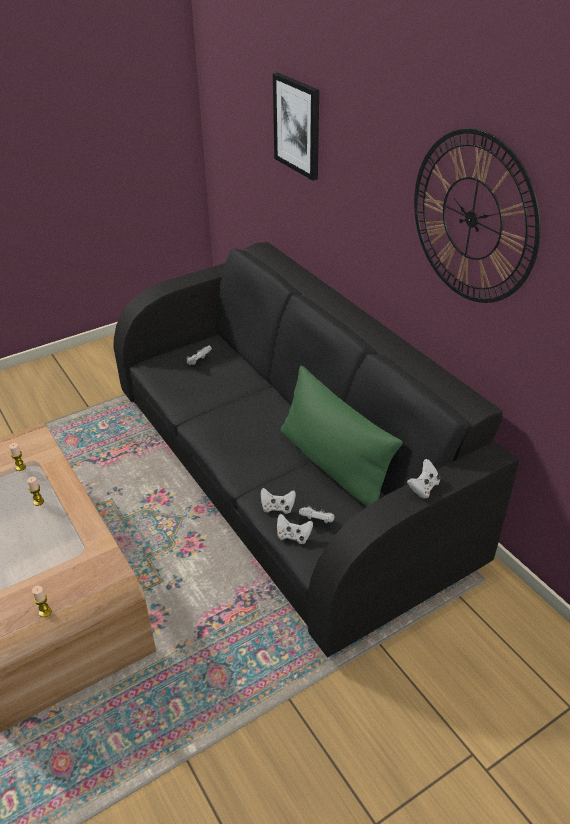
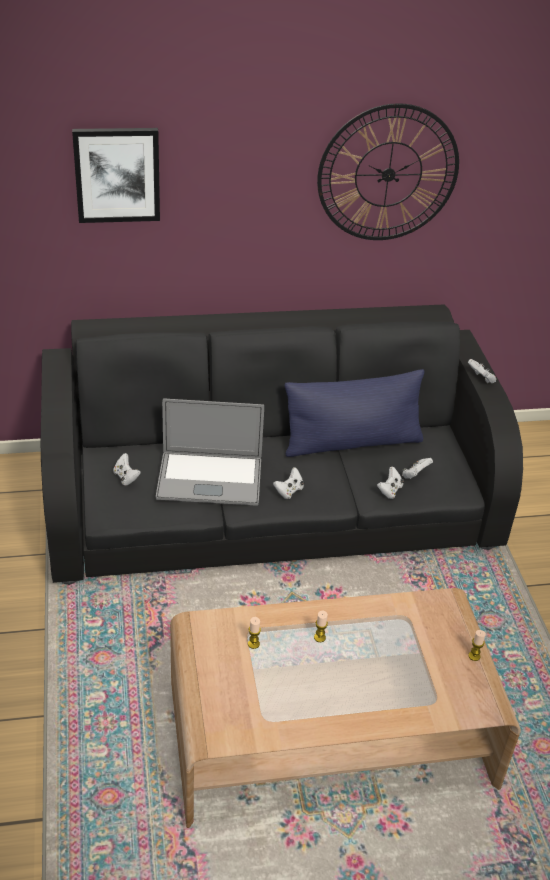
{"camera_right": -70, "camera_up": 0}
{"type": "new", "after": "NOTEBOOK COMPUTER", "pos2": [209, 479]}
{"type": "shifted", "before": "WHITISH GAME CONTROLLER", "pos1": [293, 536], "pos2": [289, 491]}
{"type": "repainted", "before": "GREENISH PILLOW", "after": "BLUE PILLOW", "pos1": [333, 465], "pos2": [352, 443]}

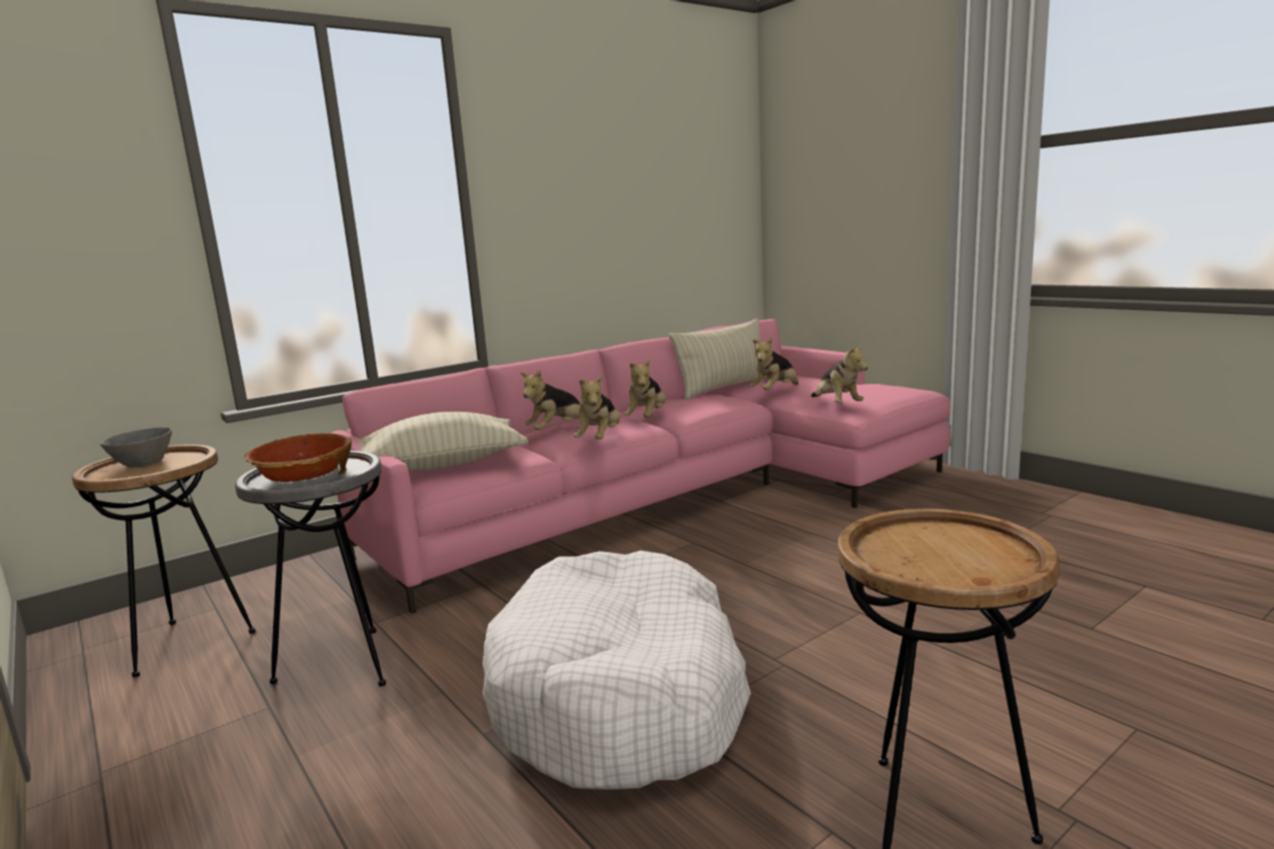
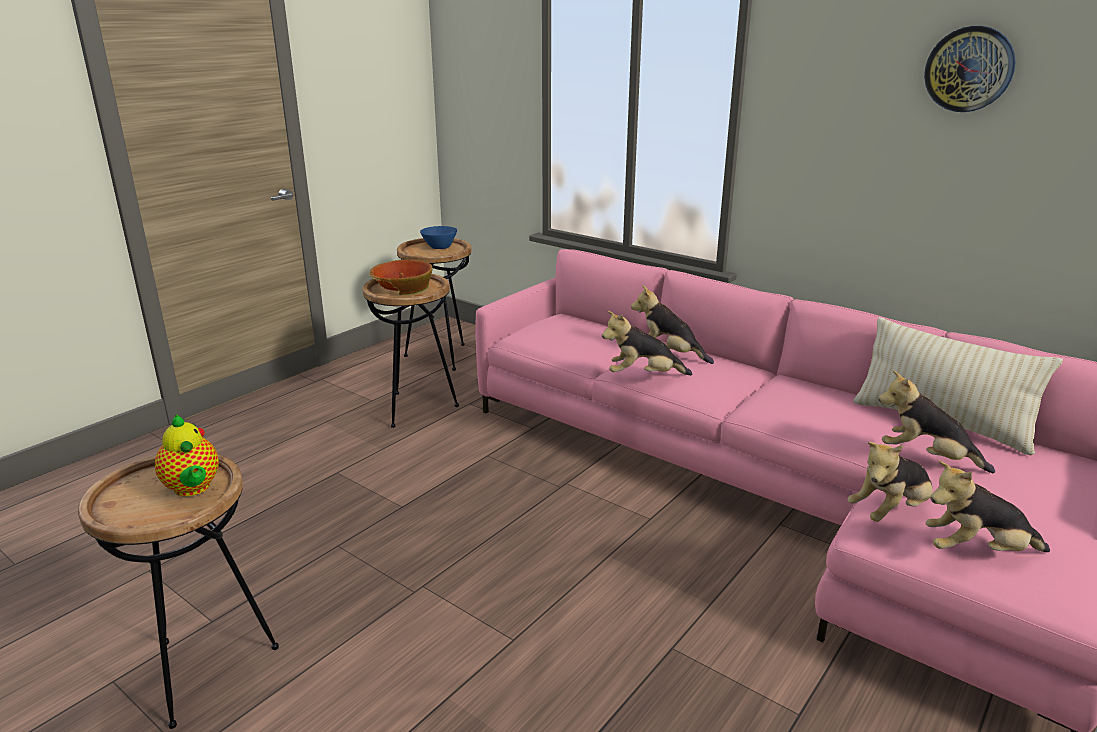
{"camera_right": 75, "camera_up": 10}
{"type": "new", "after": "POT FOR TEA", "pos2": [193, 489]}
{"type": "repainted", "before": "GRAY ACCENT TABLE", "after": "BROWN-COLOURED ACCENT TABLE", "pos1": [344, 665], "pos2": [415, 408]}
{"type": "repainted", "before": "GRAY SERVING BOWL", "after": "BLUE SERVING BOWL", "pos1": [142, 463], "pos2": [440, 247]}
{"type": "new", "after": "CLOCK ON THE WALL", "pos2": [969, 69]}
{"type": "shifted", "before": "SOFT TOY", "pos1": [647, 418], "pos2": [976, 551]}
{"type": "gone", "before": "BEIGE PILLOW", "pos1": [441, 465]}
{"type": "gone", "before": "WHITISH PET BED", "pos1": [621, 696]}

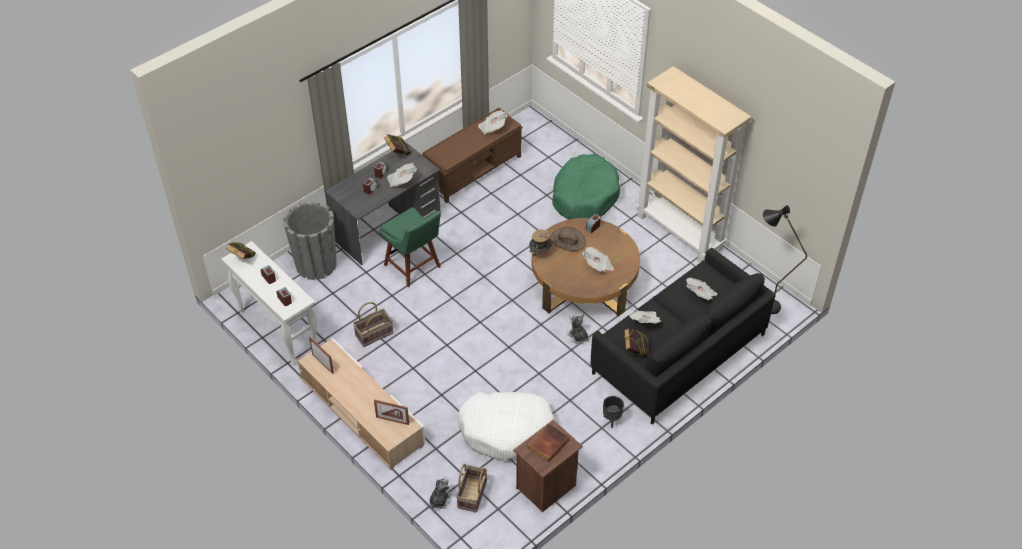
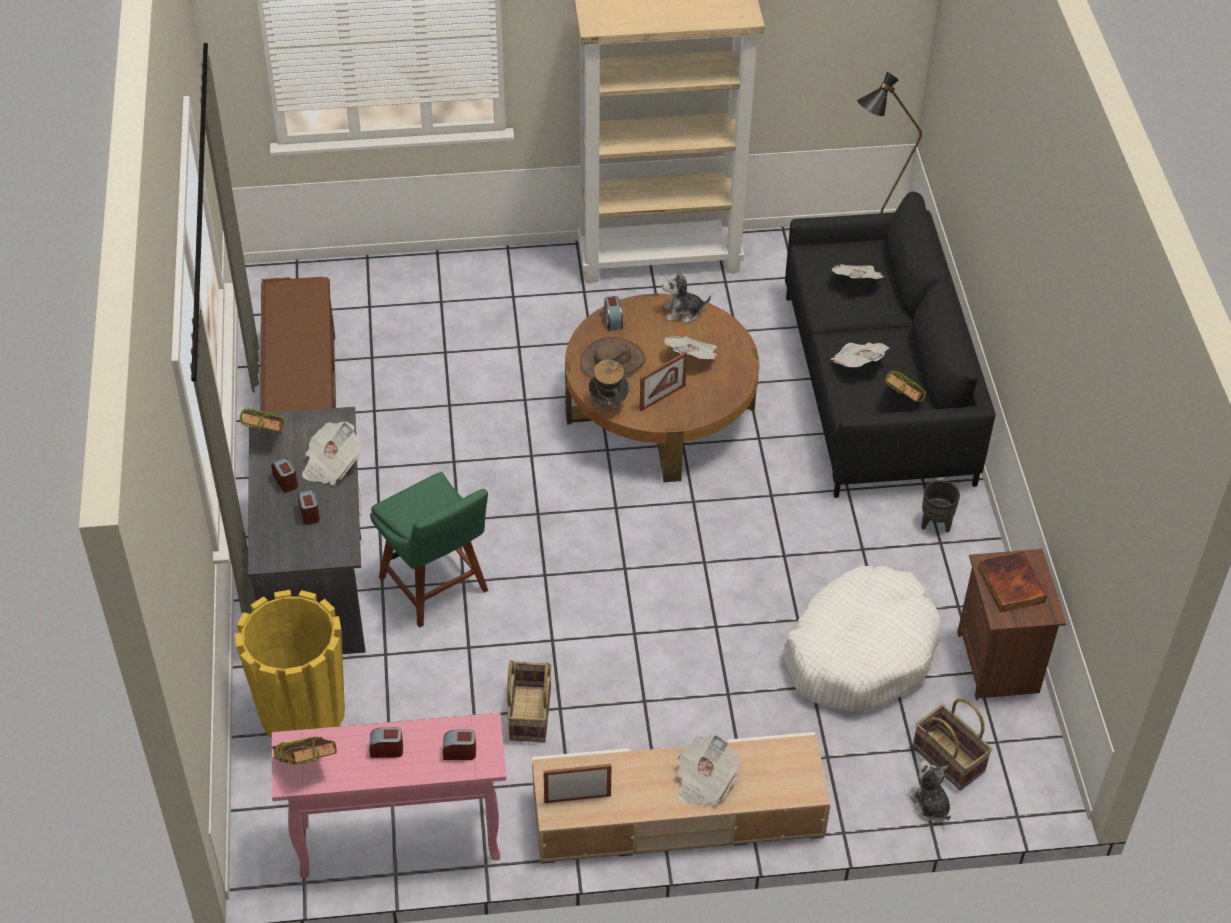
{"camera_right": -55, "camera_up": 0}
{"type": "repainted", "before": "GRAY PLANTER", "after": "YELLOW-COLOURED PLANTER", "pos1": [316, 264], "pos2": [302, 713]}
{"type": "repainted", "before": "WHITISH HALL TABLE", "after": "PINKISH HALL TABLE", "pos1": [277, 329], "pos2": [397, 842]}
{"type": "rotated", "before": "GREENISH PLAIN CHAIR", "pos1": [414, 267], "pos2": [436, 587], "turn": 60}
{"type": "shifted", "before": "PICTURE FRAME", "pos1": [392, 420], "pos2": [662, 397]}
{"type": "shifted", "before": "SOFT TOY", "pos1": [577, 337], "pos2": [683, 312]}
{"type": "shifted", "before": "NEWSPAPER", "pos1": [492, 128], "pos2": [704, 781]}
{"type": "gone", "before": "GREENISH PET BED", "pos1": [584, 195]}

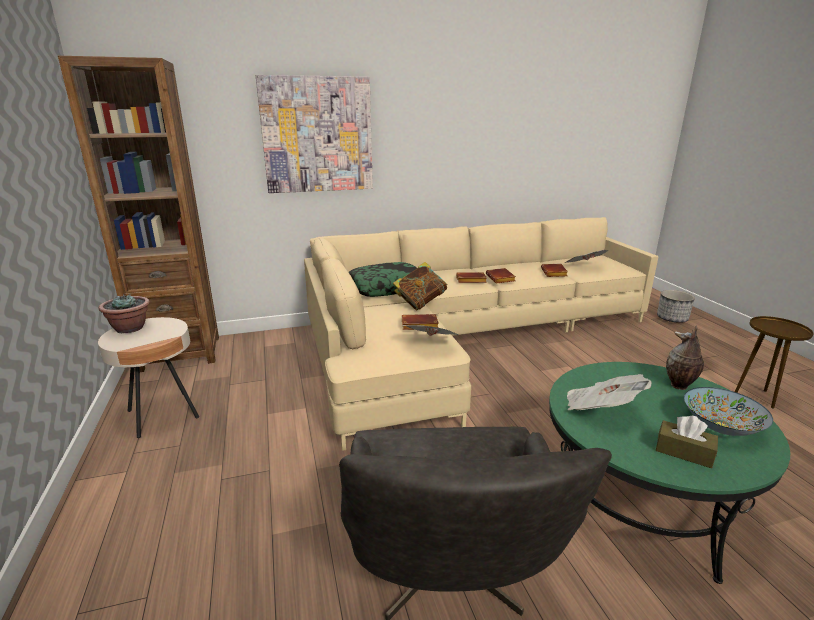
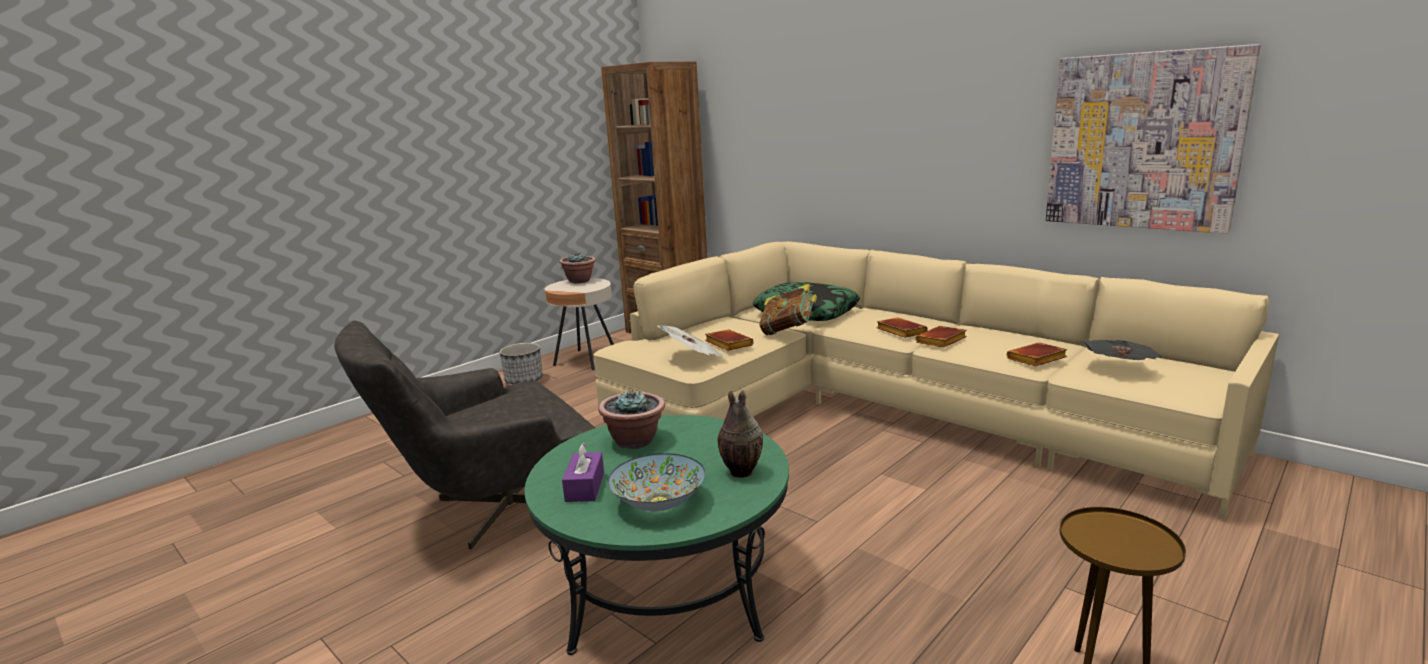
{"camera_right": 60, "camera_up": -5}
{"type": "shifted", "before": "PLANTER", "pos1": [672, 318], "pos2": [524, 380]}
{"type": "repainted", "before": "BROWN-COLOURED TISSUE HOLDER", "after": "PURPLISH TISSUE HOLDER", "pos1": [684, 452], "pos2": [585, 487]}
{"type": "swapped", "before": "NEWSPAPER", "after": "HOUSEPLANT", "pos1": [600, 409], "pos2": [634, 441]}
{"type": "shifted", "before": "WALL PICTURE", "pos1": [317, 135], "pos2": [1143, 141]}

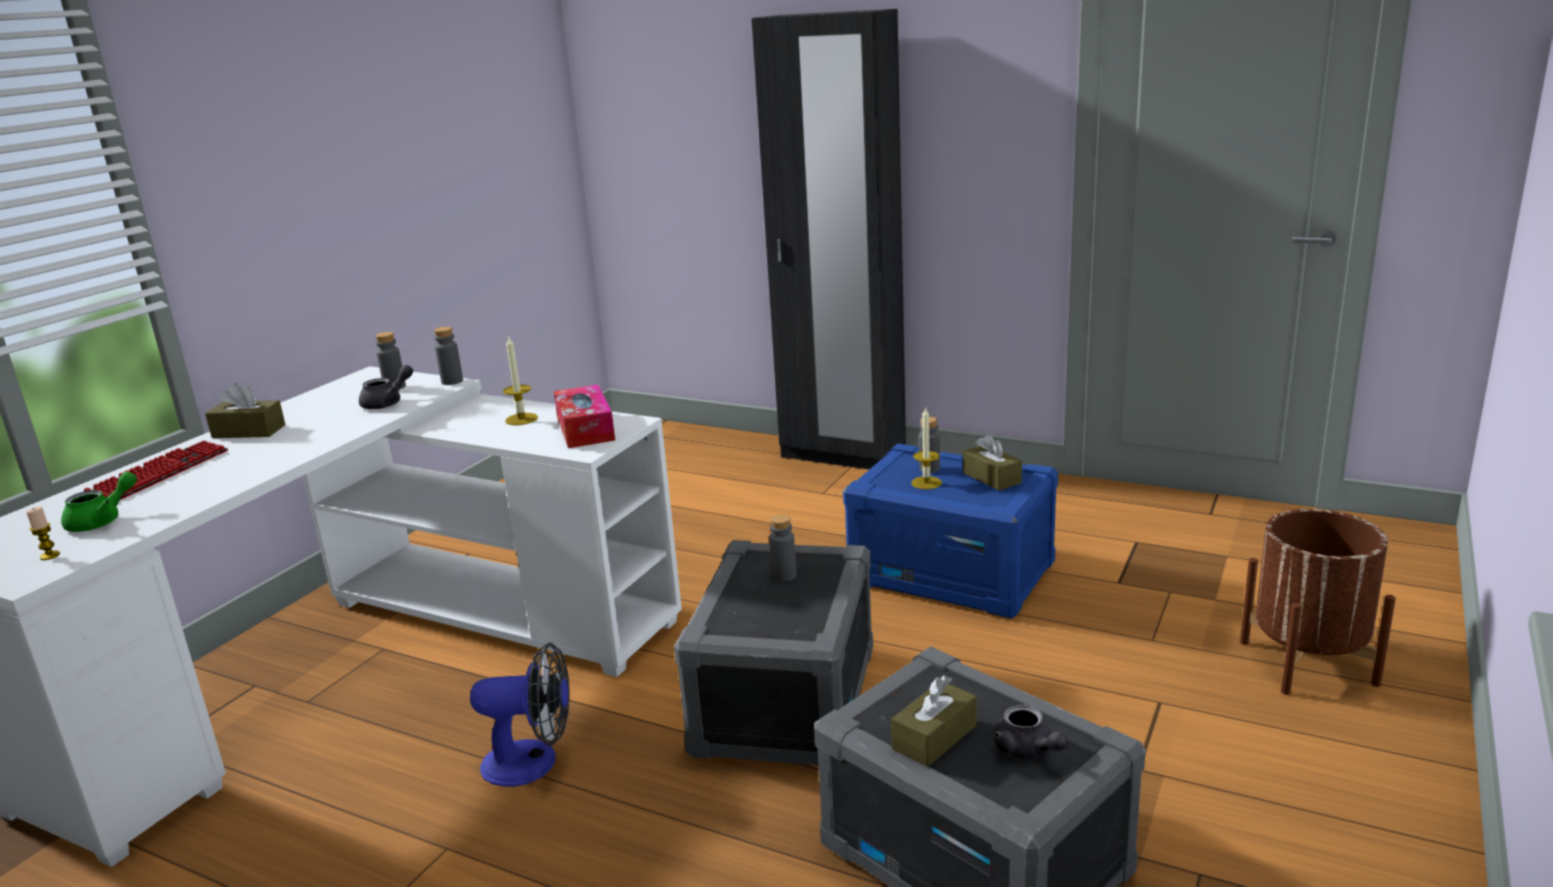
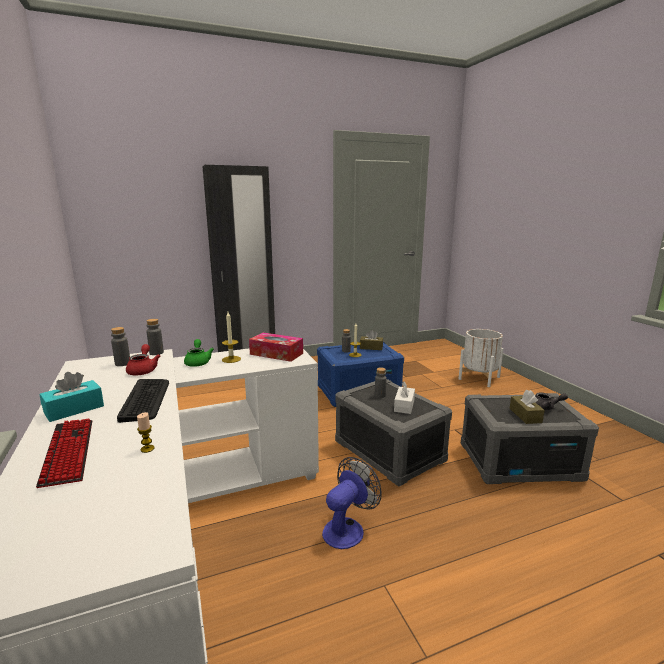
{"camera_right": -50, "camera_up": -5}
{"type": "repainted", "before": "BROWN-COLOURED TISSUE HOLDER", "after": "BLUE-GREEN TISSUE HOLDER", "pos1": [249, 431], "pos2": [74, 409]}
{"type": "new", "after": "PC KEYBOARD", "pos2": [146, 399]}
{"type": "repainted", "before": "GRAY POT FOR TEA", "after": "REDDISH POT FOR TEA", "pos1": [388, 403], "pos2": [143, 370]}
{"type": "shifted", "before": "WAX LIGHT", "pos1": [50, 556], "pos2": [147, 449]}
{"type": "shifted", "before": "GREENISH POT FOR TEA", "pos1": [102, 521], "pos2": [198, 362]}
{"type": "new", "after": "WHITISH TISSUE HOLDER", "pos2": [404, 406]}
{"type": "repainted", "before": "BROWN-COLOURED PLANTER", "after": "WHITISH PLANTER", "pos1": [1307, 662], "pos2": [479, 378]}

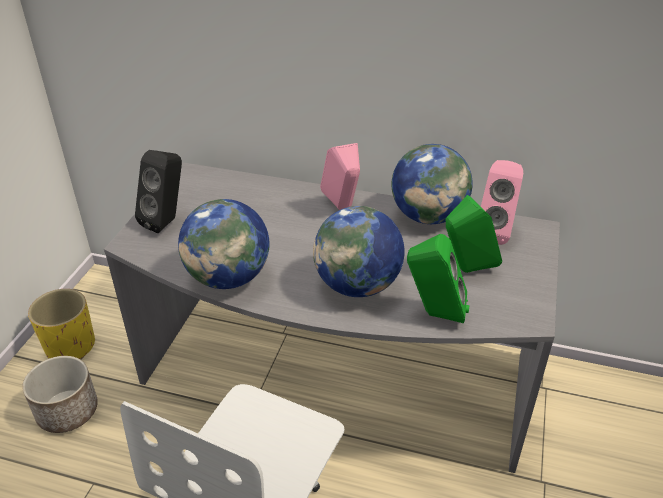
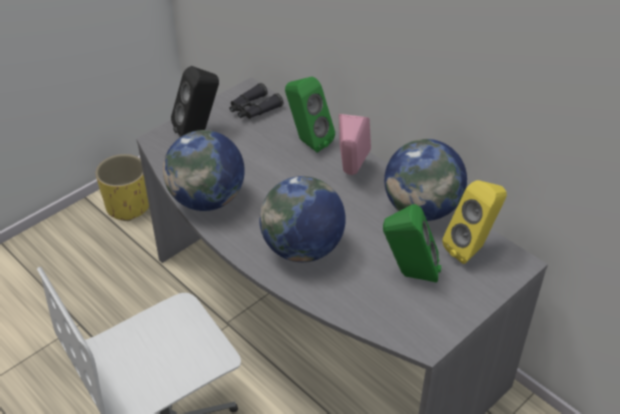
{"camera_right": 30, "camera_up": 5}
{"type": "new", "after": "BLACK-COLOURED BINOCULARS", "pos2": [253, 109]}
{"type": "shifted", "before": "GREENISH LOUDSPEAKER", "pos1": [434, 314], "pos2": [307, 142]}
{"type": "repainted", "before": "PINKISH LOUDSPEAKER", "after": "YELLOW-COLOURED LOUDSPEAKER", "pos1": [495, 232], "pos2": [471, 249]}
{"type": "gone", "before": "PLANTER", "pos1": [67, 411]}

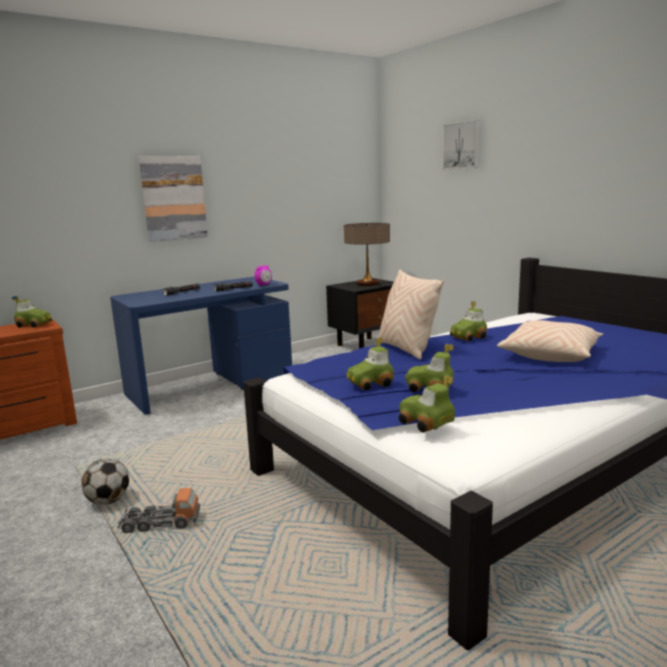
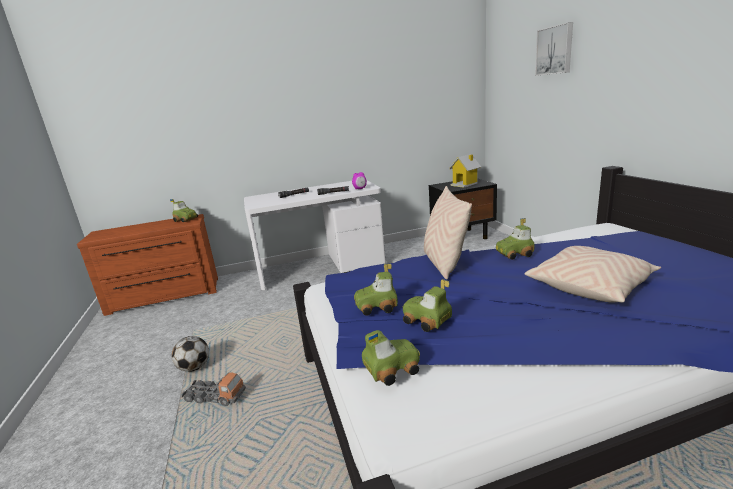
{"camera_right": 20, "camera_up": 5}
{"type": "repainted", "before": "BLUE DESK UNIT", "after": "WHITISH DESK UNIT", "pos1": [211, 385], "pos2": [321, 267]}
{"type": "rotated", "before": "MODEL CAR", "pos1": [425, 423], "pos2": [391, 369], "turn": 90}
{"type": "swapped", "before": "TABLE LAMP", "after": "MODEL HOUSE", "pos1": [367, 284], "pos2": [465, 184]}
{"type": "gone", "before": "WALL PICTURE", "pos1": [174, 198]}

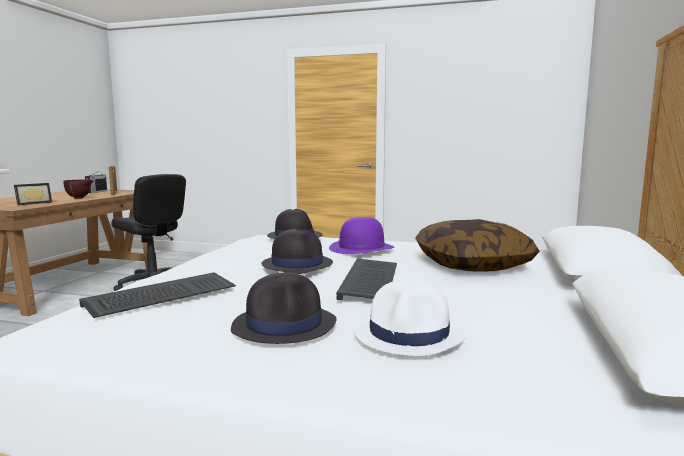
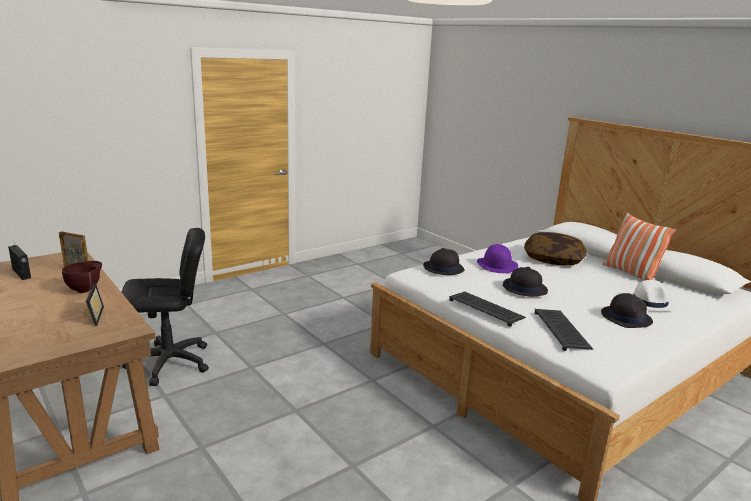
{"camera_right": -55, "camera_up": 10}
{"type": "shifted", "before": "PC KEYBOARD", "pos1": [371, 282], "pos2": [487, 309]}
{"type": "new", "after": "PILLOW", "pos2": [630, 273]}

